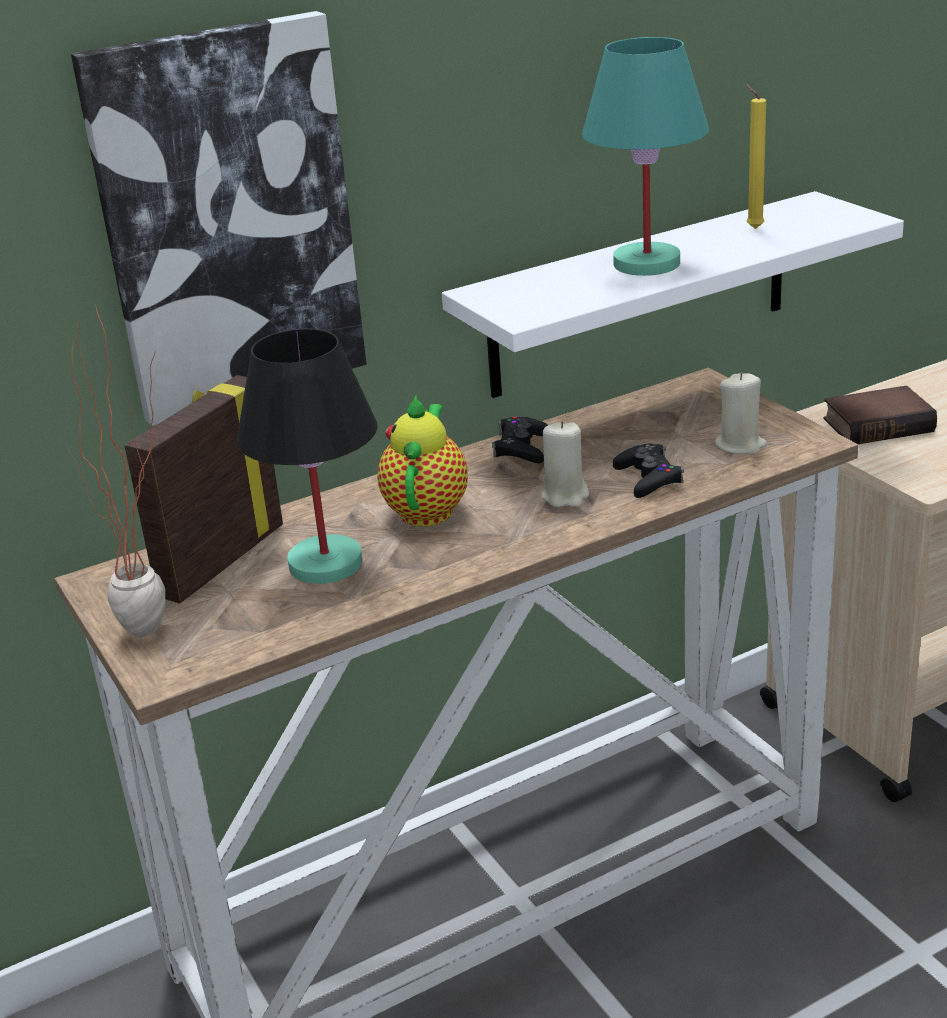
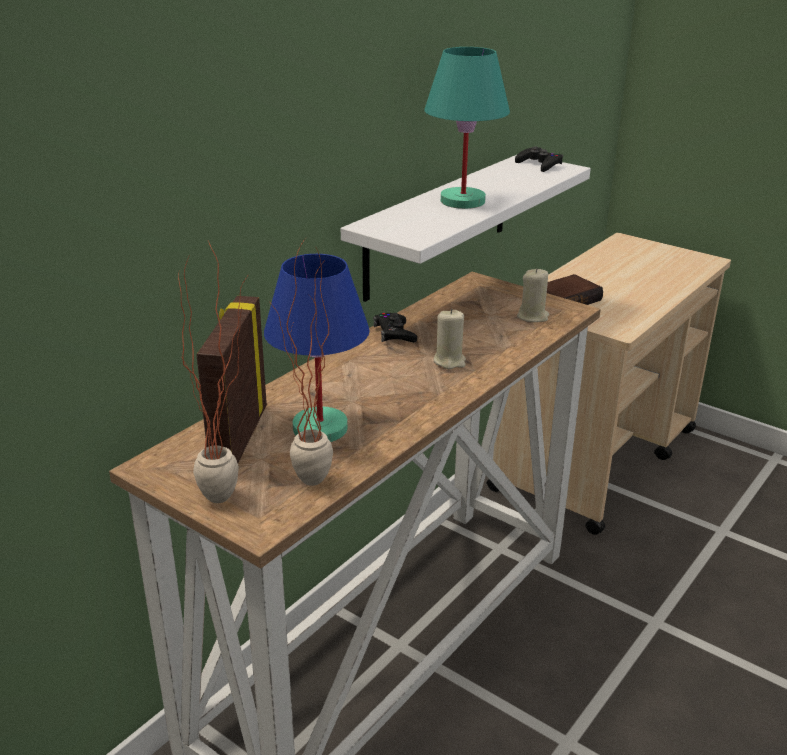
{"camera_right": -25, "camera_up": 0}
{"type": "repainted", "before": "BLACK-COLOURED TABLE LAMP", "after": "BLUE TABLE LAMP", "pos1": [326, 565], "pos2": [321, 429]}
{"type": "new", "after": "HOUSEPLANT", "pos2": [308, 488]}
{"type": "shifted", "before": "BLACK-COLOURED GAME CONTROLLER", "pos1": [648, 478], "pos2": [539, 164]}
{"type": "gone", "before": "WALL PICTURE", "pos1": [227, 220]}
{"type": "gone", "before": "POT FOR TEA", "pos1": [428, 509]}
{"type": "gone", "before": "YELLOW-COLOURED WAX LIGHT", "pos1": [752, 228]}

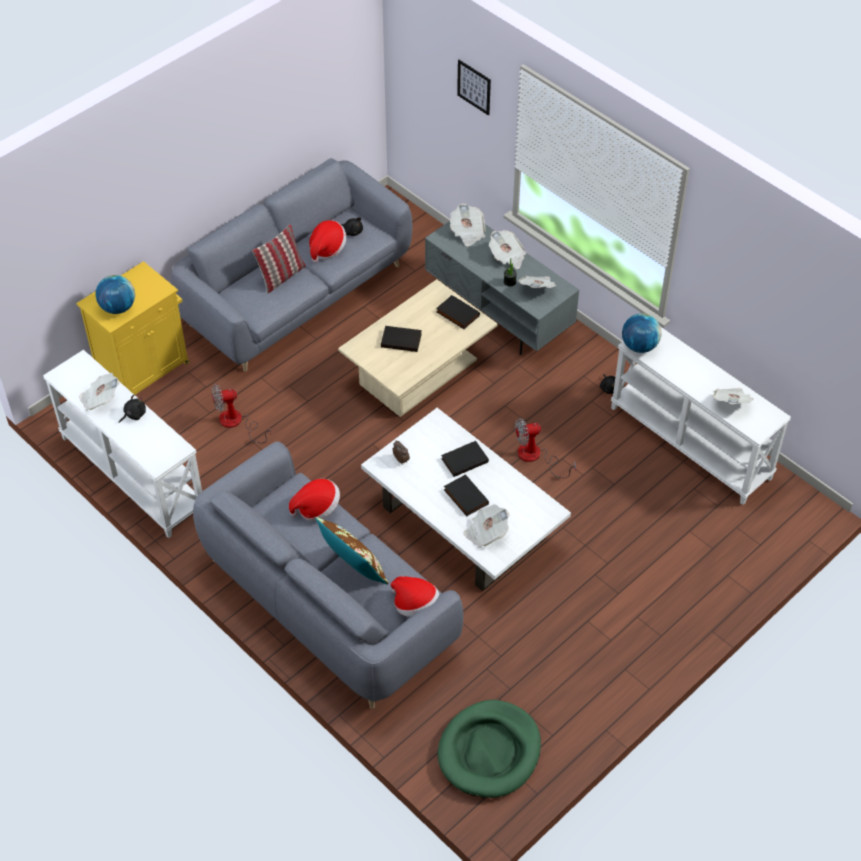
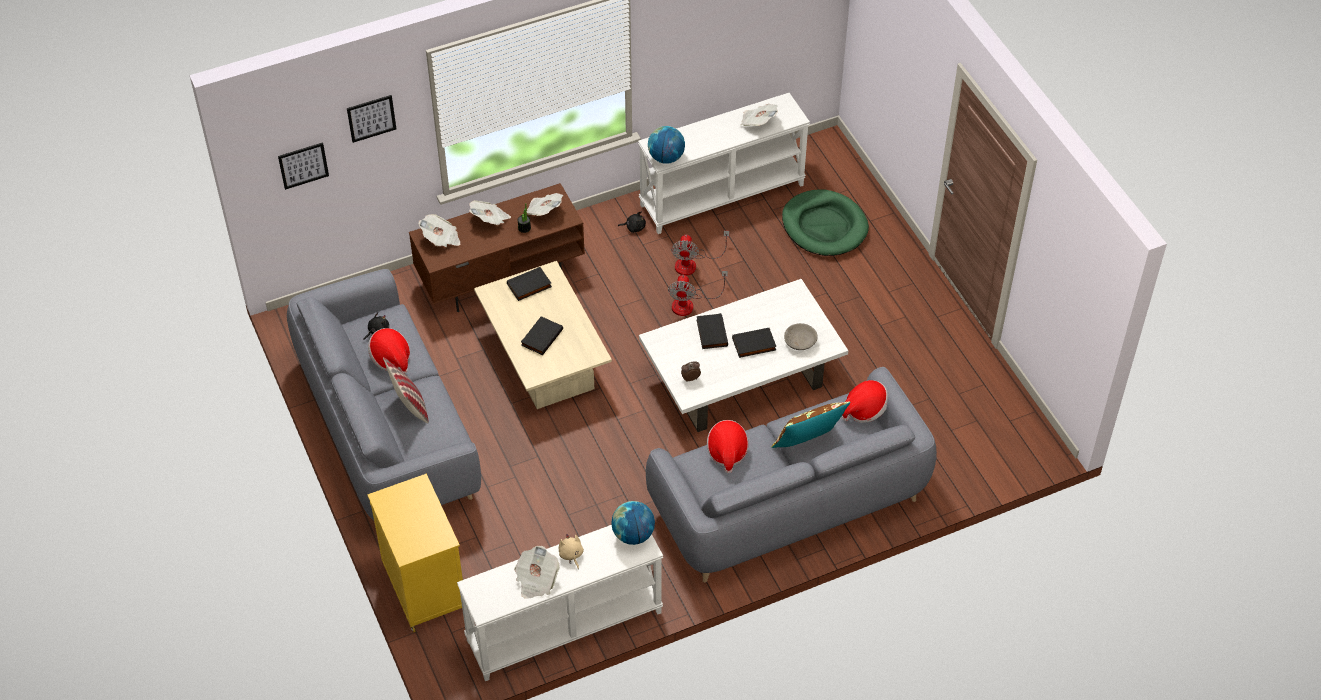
{"camera_right": -70, "camera_up": 0}
{"type": "new", "after": "WALL PICTURE", "pos2": [303, 165]}
{"type": "repainted", "before": "GRAY MEDIA CONSOLE", "after": "BROWN-COLOURED MEDIA CONSOLE", "pos1": [499, 313], "pos2": [501, 276]}
{"type": "repainted", "before": "BLACK-COLOURED SOFT TOY", "after": "BEIGE SOFT TOY", "pos1": [134, 414], "pos2": [571, 555]}
{"type": "shifted", "before": "WORLD GLOBE", "pos1": [118, 308], "pos2": [633, 535]}
{"type": "shifted", "before": "COOLING FAN", "pos1": [237, 423], "pos2": [692, 263]}
{"type": "shifted", "before": "GREENISH PET BED", "pos1": [489, 751], "pos2": [824, 226]}
{"type": "swapped", "before": "NEWSPAPER", "after": "GRAY SERVING BOWL", "pos1": [486, 533], "pos2": [800, 342]}

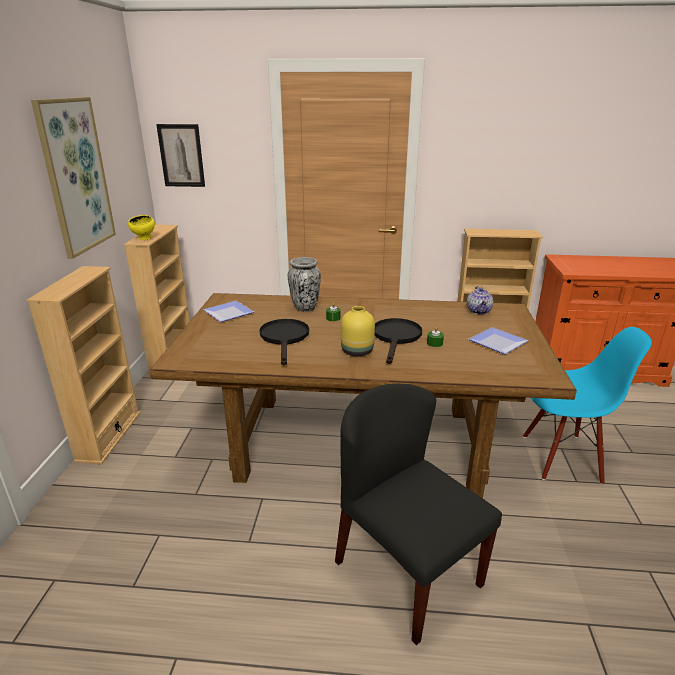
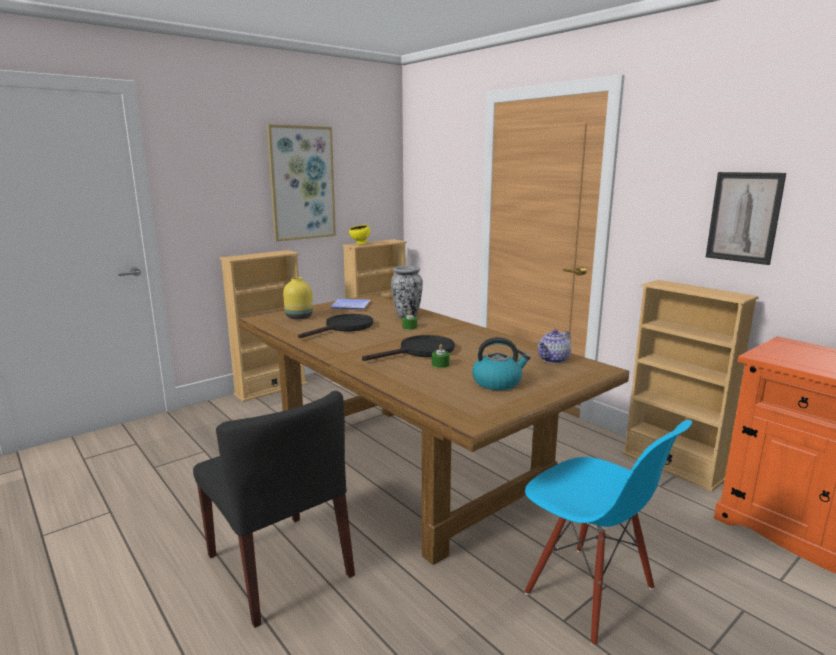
{"camera_right": 45, "camera_up": -10}
{"type": "rotated", "before": "BLACK-COLOURED PLAIN CHAIR", "pos1": [406, 572], "pos2": [280, 565], "turn": 135}
{"type": "shifted", "before": "YELLOW-COLOURED VASE", "pos1": [358, 351], "pos2": [300, 317]}
{"type": "swapped", "before": "FLAT DISH", "after": "TEA KETTLE", "pos1": [495, 342], "pos2": [497, 382]}
{"type": "shifted", "before": "WALL PICTURE", "pos1": [181, 156], "pos2": [744, 217]}

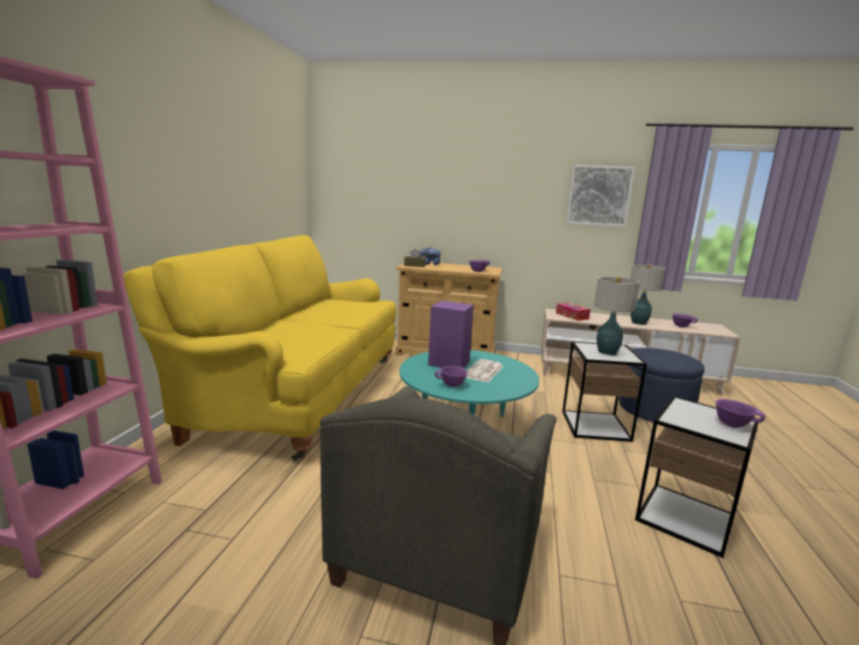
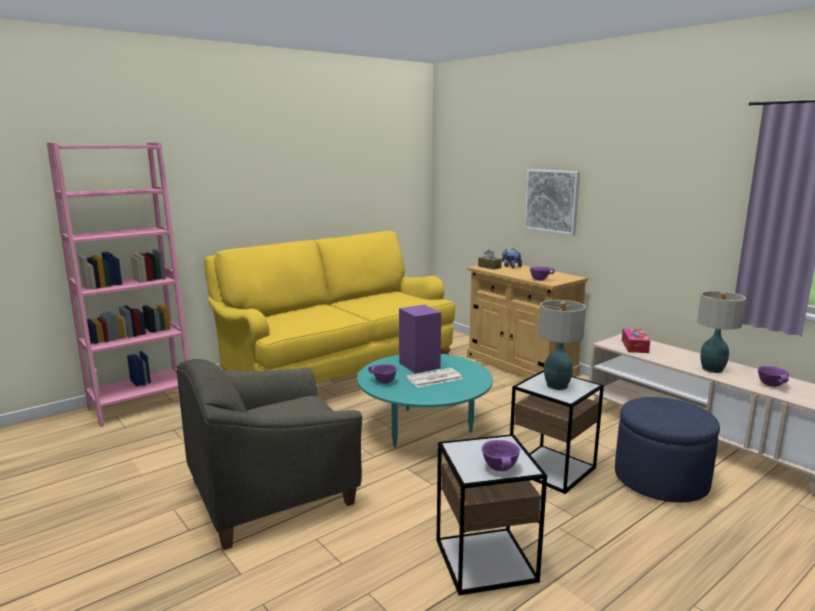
{"camera_right": 40, "camera_up": 0}
{"type": "shifted", "before": "WALL PICTURE", "pos1": [599, 196], "pos2": [552, 201]}

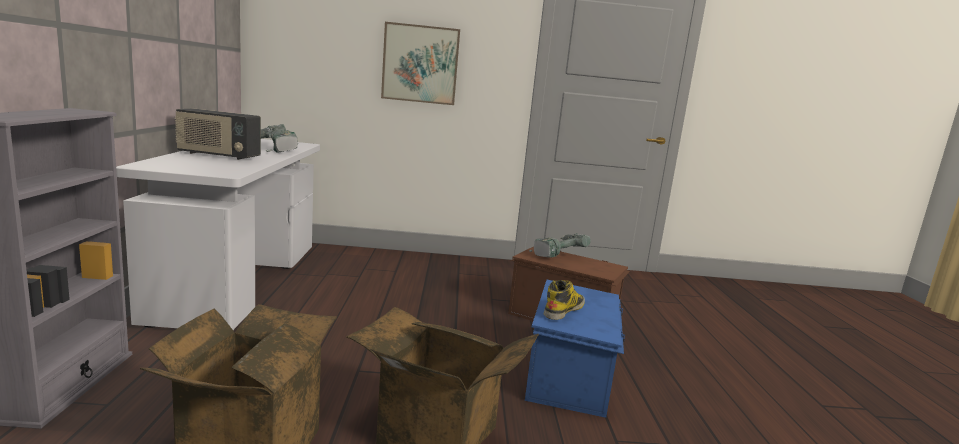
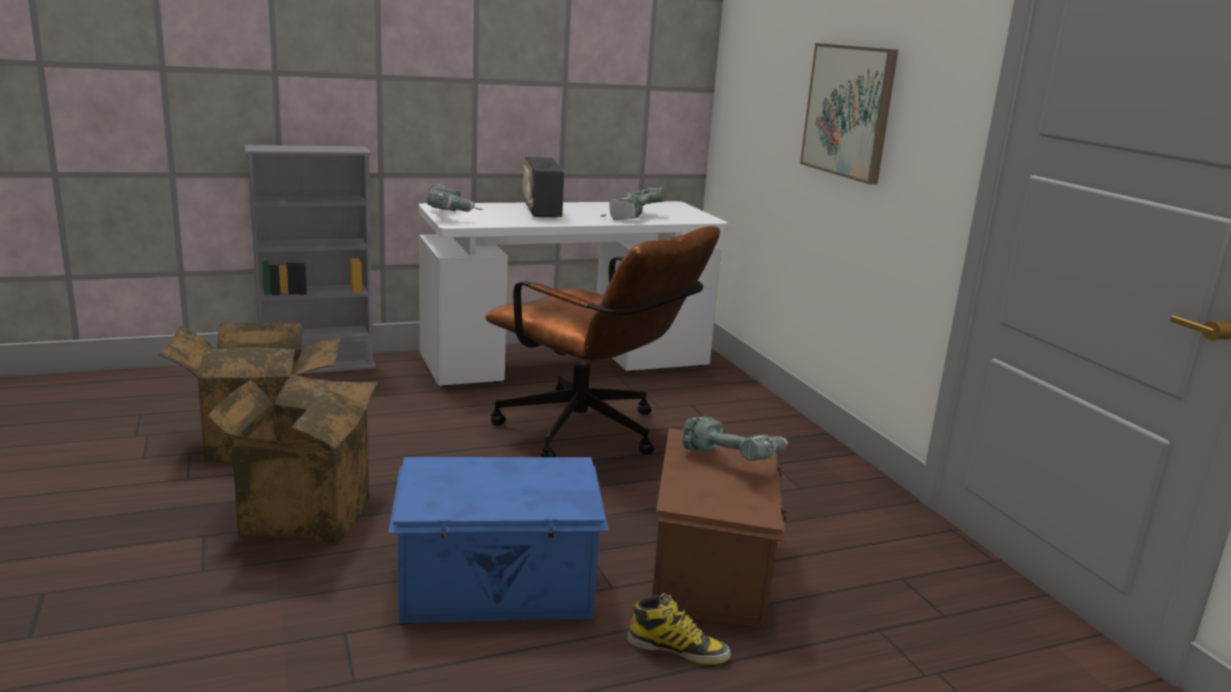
{"camera_right": 70, "camera_up": 5}
{"type": "new", "after": "ELECTRIC DRILL", "pos2": [451, 216]}
{"type": "new", "after": "BROWN-COLOURED DESK CHAIR", "pos2": [591, 435]}
{"type": "shifted", "before": "HIGH-TOP BOOT", "pos1": [563, 310], "pos2": [678, 649]}

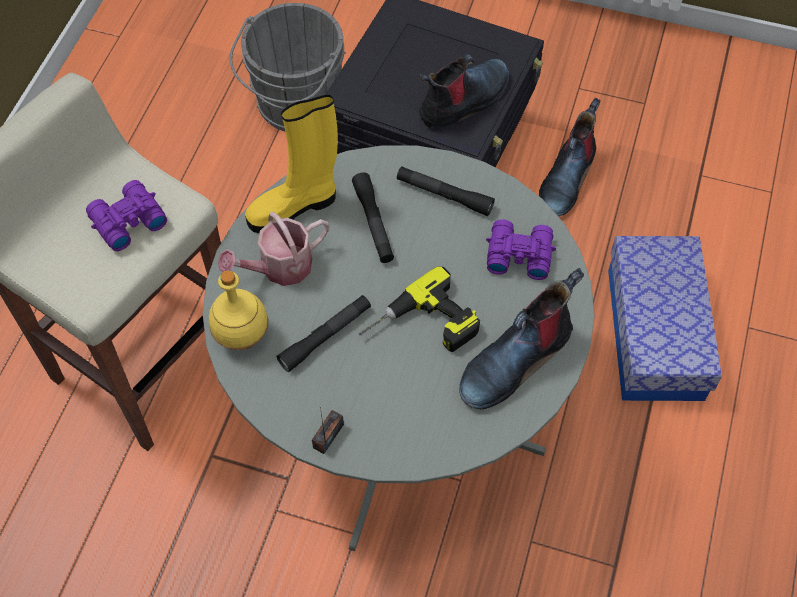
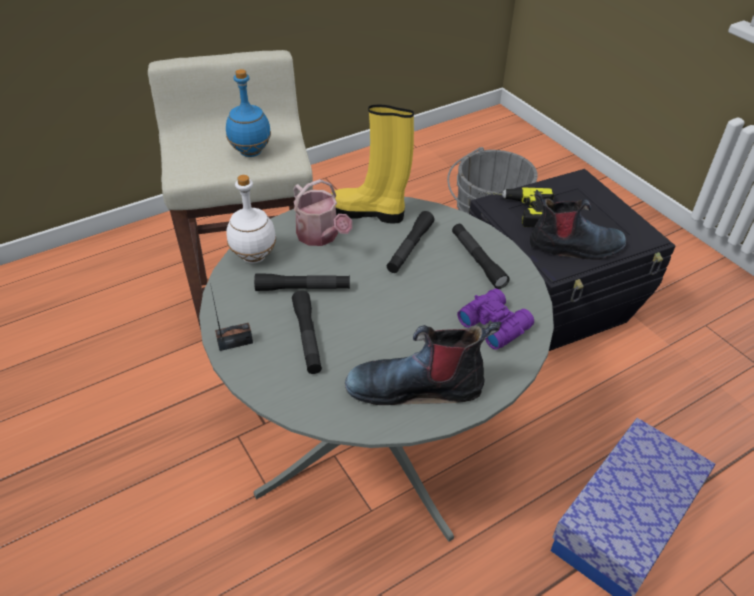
{"camera_right": 40, "camera_up": -15}
{"type": "swapped", "before": "PURPLISH BINOCULARS", "after": "BLUE DRINK BOTTLE", "pos1": [126, 221], "pos2": [251, 152]}
{"type": "repainted", "before": "YELLOW-COLOURED DRINK BOTTLE", "after": "WHITISH DRINK BOTTLE", "pos1": [243, 336], "pos2": [254, 257]}
{"type": "new", "after": "BLACK-COLOURED FLASHLIGHT", "pos2": [307, 337]}
{"type": "rotated", "before": "WATERING CAN", "pos1": [279, 268], "pos2": [320, 236], "turn": -135}
{"type": "shifted", "before": "ELECTRIC DRILL", "pos1": [421, 328], "pos2": [516, 211]}
{"type": "gone", "before": "HIGH-TOP BOOT", "pos1": [566, 178]}

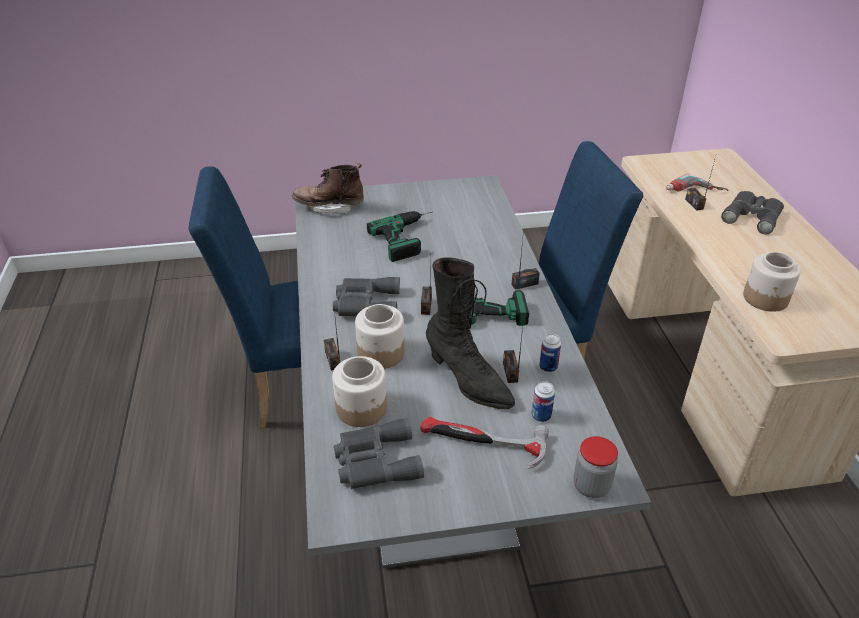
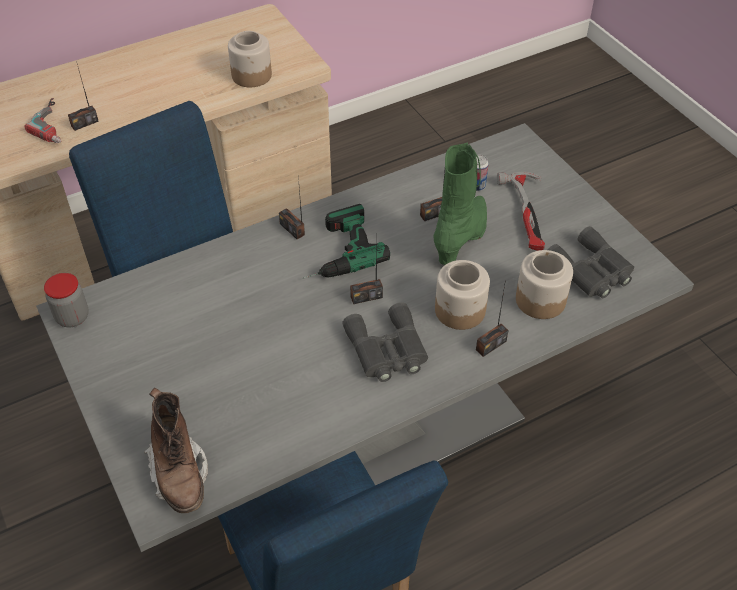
{"camera_right": -110, "camera_up": 10}
{"type": "shifted", "before": "PRESERVE JAR", "pos1": [591, 486], "pos2": [72, 317]}
{"type": "repainted", "before": "BLACK-COLOURED HIGH-TOP BOOT", "after": "GREENISH HIGH-TOP BOOT", "pos1": [468, 381], "pos2": [462, 238]}
{"type": "gone", "before": "ELECTRIC DRILL", "pos1": [410, 237]}
{"type": "gone", "before": "CAN", "pos1": [548, 367]}
{"type": "gone", "before": "GRAY BINOCULARS", "pos1": [753, 216]}

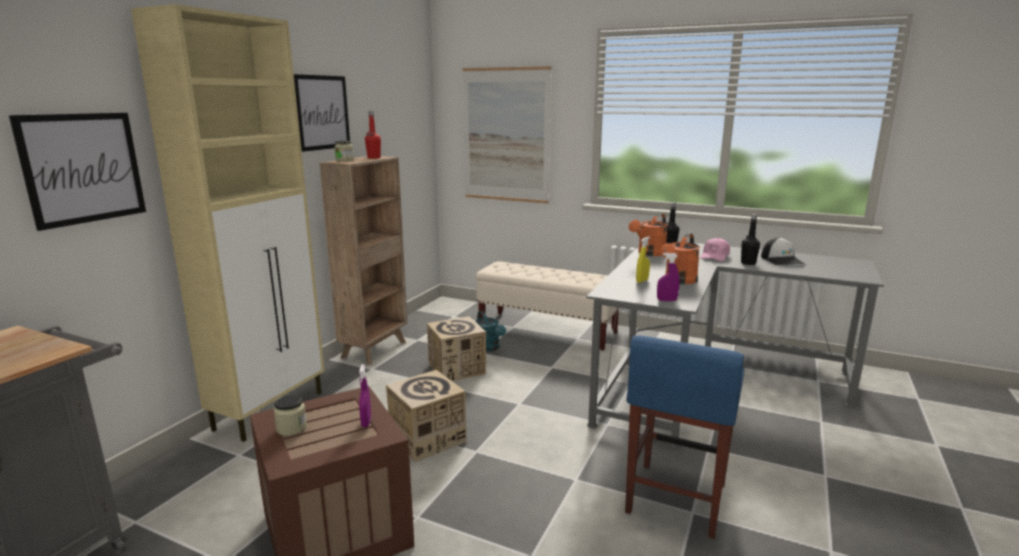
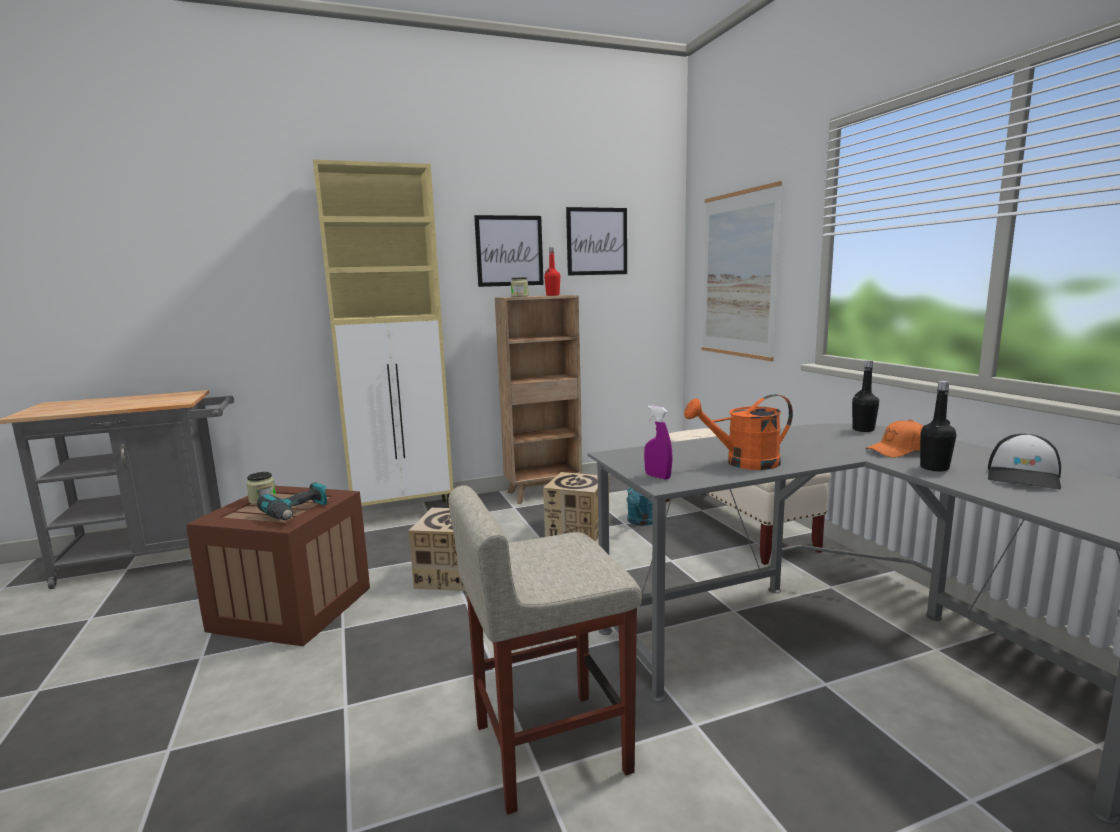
{"camera_right": 45, "camera_up": -5}
{"type": "swapped", "before": "PURPLISH HAND SPRAYER", "after": "ELECTRIC DRILL", "pos1": [366, 422], "pos2": [298, 512]}
{"type": "repainted", "before": "BLUE SITTING STOOL", "after": "BEIGE SITTING STOOL", "pos1": [675, 499], "pos2": [548, 748]}
{"type": "shifted", "before": "WALL PICTURE", "pos1": [83, 168], "pos2": [597, 241]}
{"type": "repainted", "before": "PINKISH CAP", "after": "ORANGE-COLOURED CAP", "pos1": [715, 256], "pos2": [900, 451]}
{"type": "gone", "before": "ORANGE-COLOURED WATERING CAN", "pos1": [649, 253]}
{"type": "gone", "before": "YELLOW-COLOURED HAND SPRAYER", "pos1": [642, 281]}

